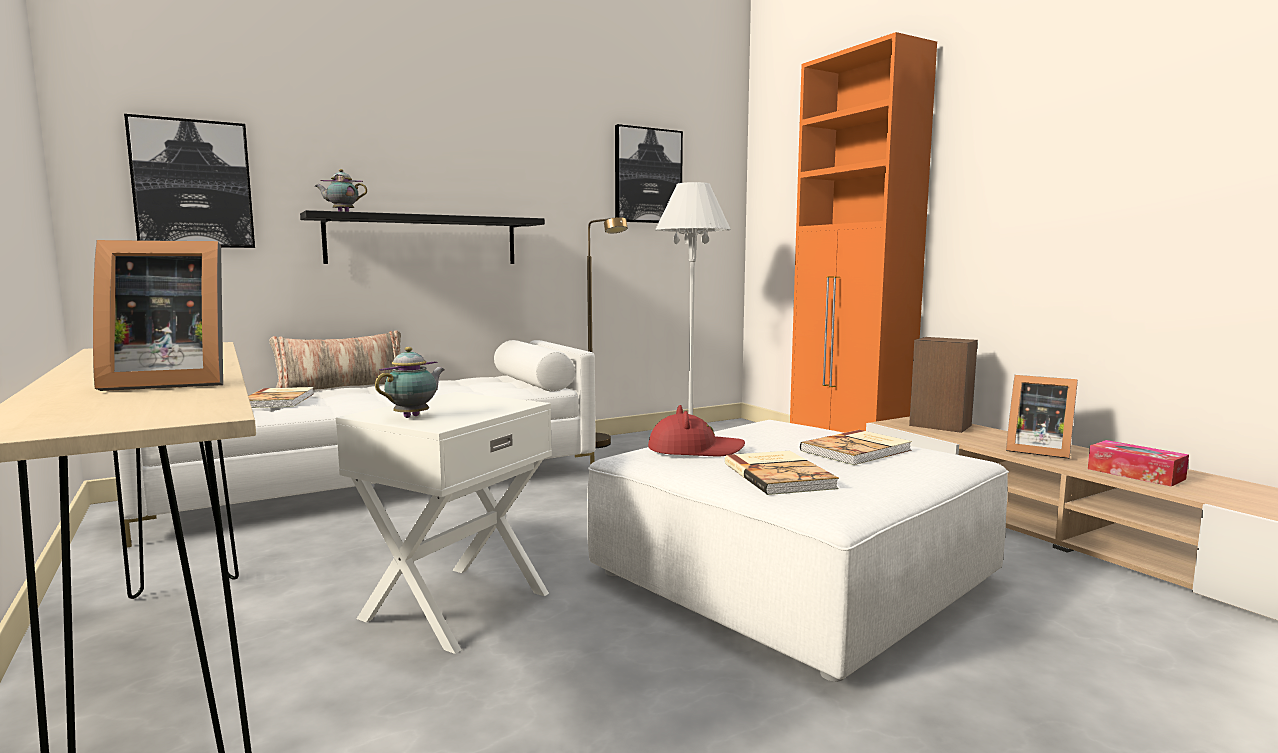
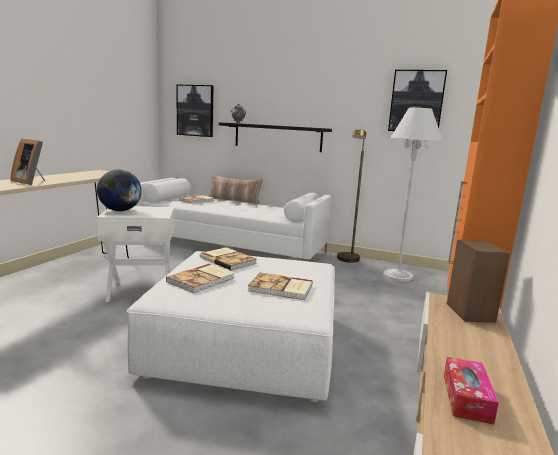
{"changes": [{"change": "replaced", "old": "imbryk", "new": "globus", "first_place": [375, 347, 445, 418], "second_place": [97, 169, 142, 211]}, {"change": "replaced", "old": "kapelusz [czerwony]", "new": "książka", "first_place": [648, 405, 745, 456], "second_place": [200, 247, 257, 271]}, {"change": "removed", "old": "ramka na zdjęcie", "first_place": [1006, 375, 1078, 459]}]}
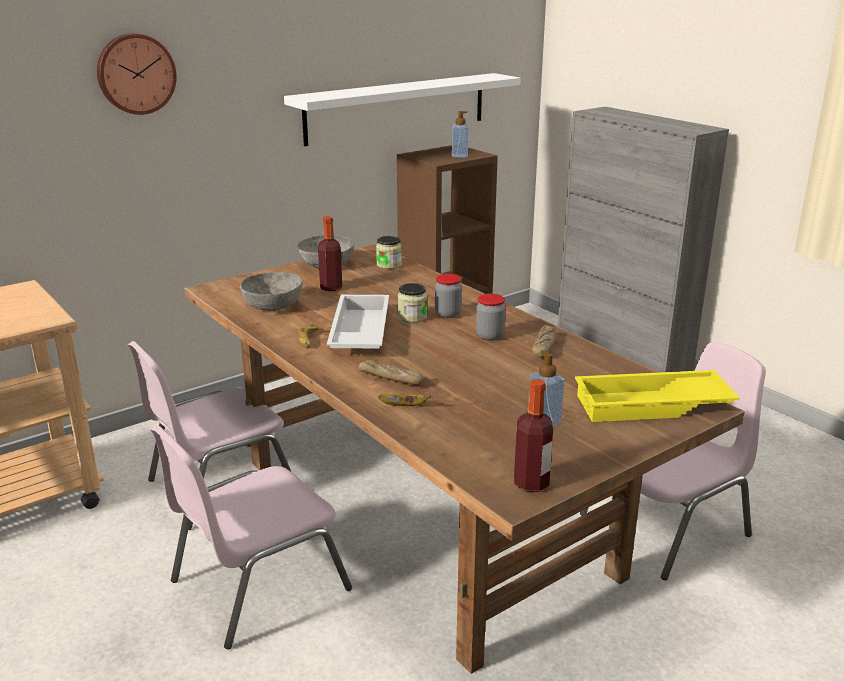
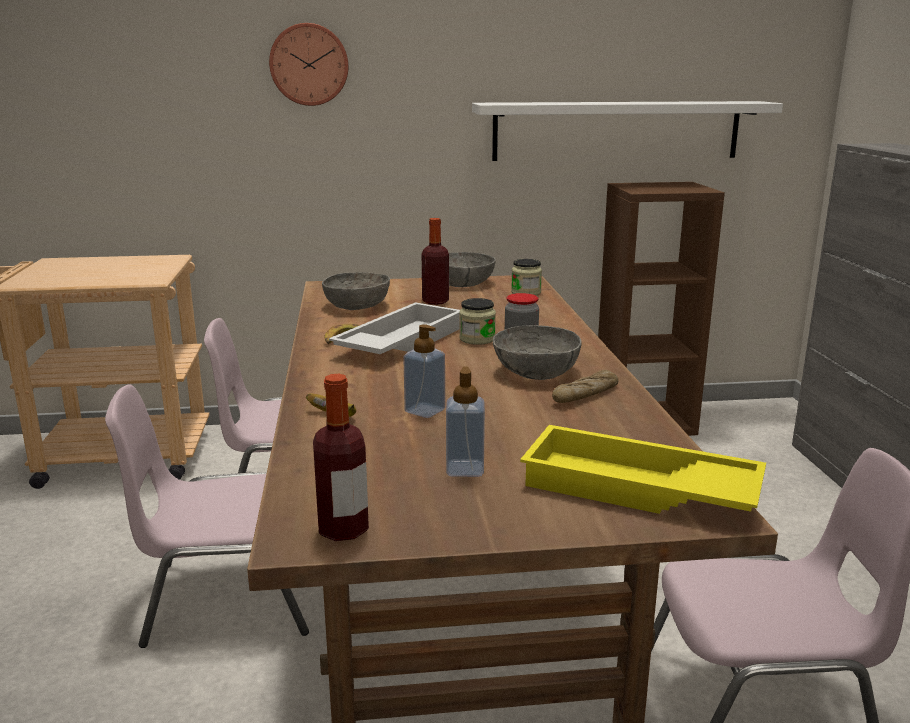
{"changes": [{"change": "removed", "old": "chleb", "first_place": [358, 360, 424, 385]}, {"change": "moved", "old": "dozownik mydła", "first_place": [452, 111, 469, 158], "second_place": [403, 324, 445, 418]}, {"change": "replaced", "old": "słoik", "new": "miska [szary]", "first_place": [476, 294, 506, 341], "second_place": [493, 325, 582, 380]}]}
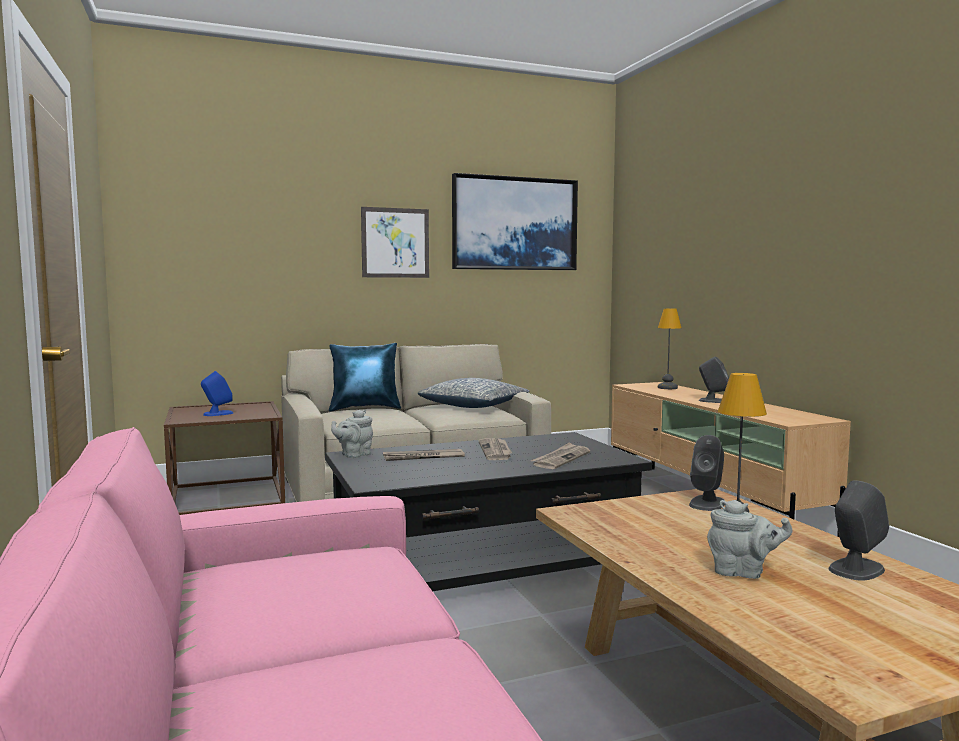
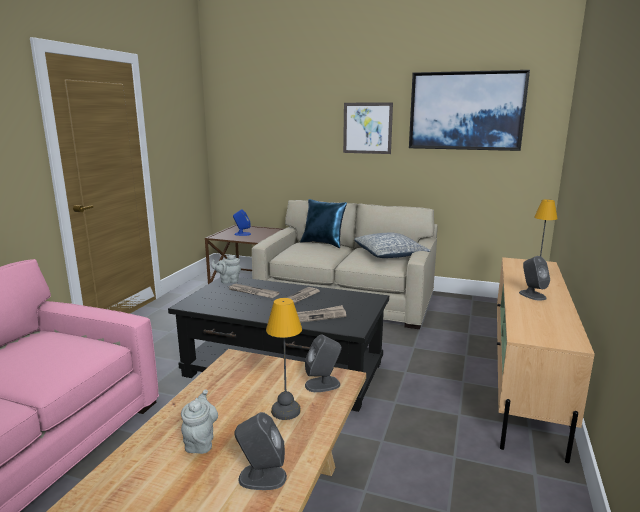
{"changes": [{"change": "turned", "old": "imbryk [szary]", "first_place": [707, 500, 793, 579], "second_place": [181, 389, 218, 454], "degrees": -150}]}
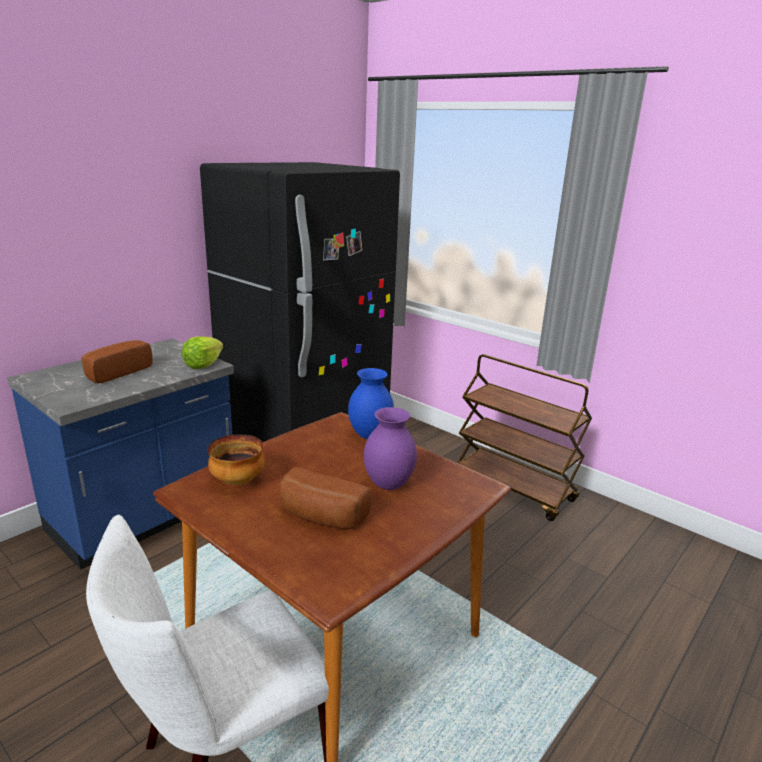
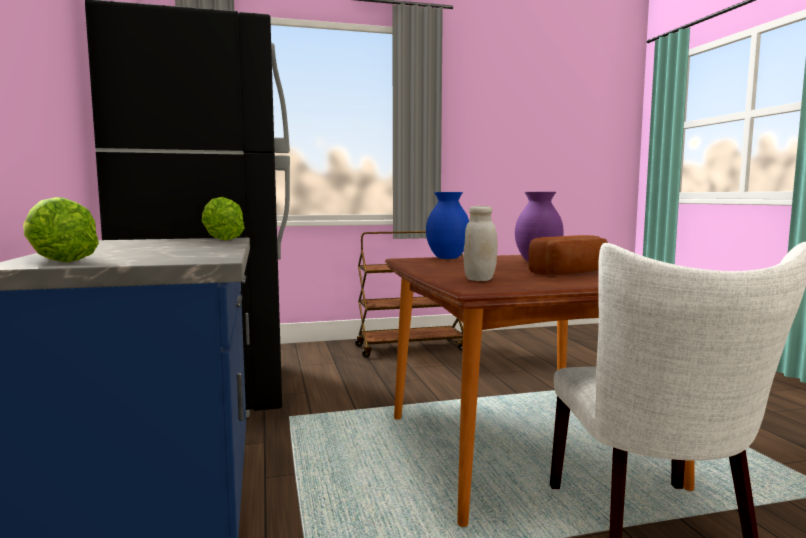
{"changes": [{"change": "removed", "old": "chleb", "first_place": [82, 340, 153, 383]}, {"change": "replaced", "old": "miska", "new": "słoik [biały]", "first_place": [208, 434, 265, 485], "second_place": [464, 206, 498, 281]}, {"change": "added", "new": "sałata", "second_place": [23, 197, 99, 262]}]}
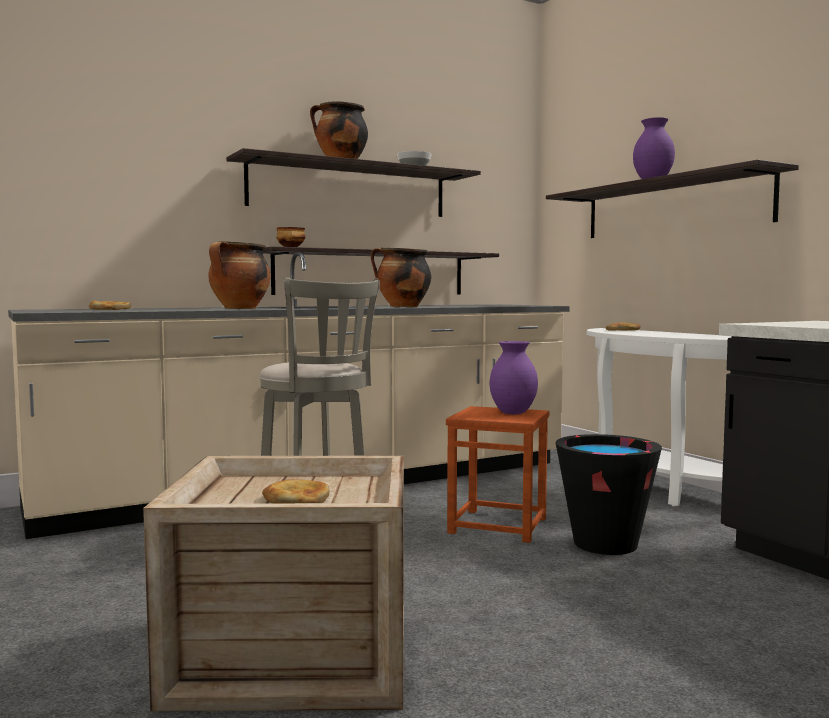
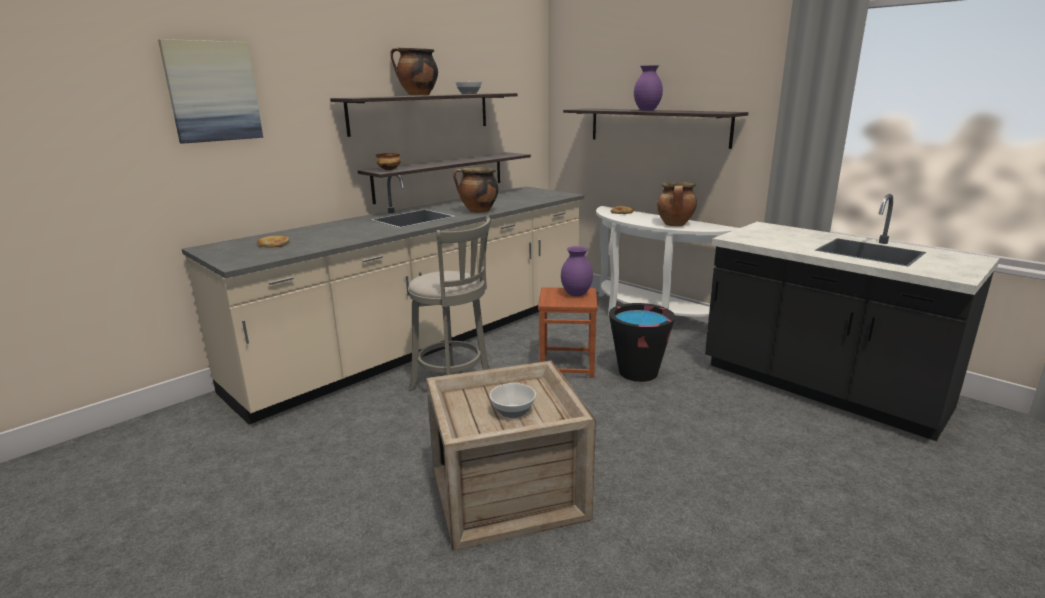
{"changes": [{"change": "moved", "old": "garnek", "first_place": [208, 241, 270, 309], "second_place": [657, 182, 697, 226]}, {"change": "replaced", "old": "chleb", "new": "miska", "first_place": [262, 479, 329, 503], "second_place": [489, 383, 536, 418]}, {"change": "added", "new": "obraz", "second_place": [158, 39, 263, 144]}]}
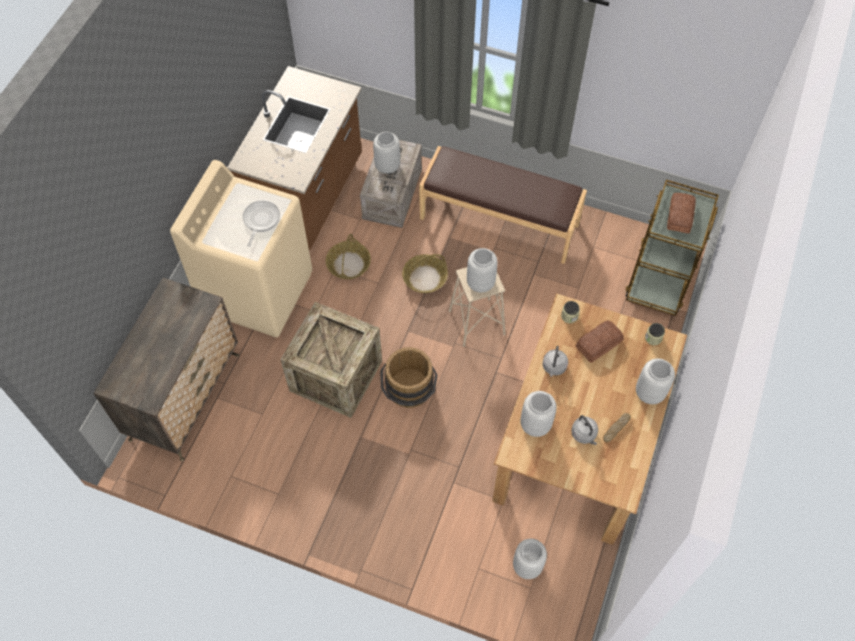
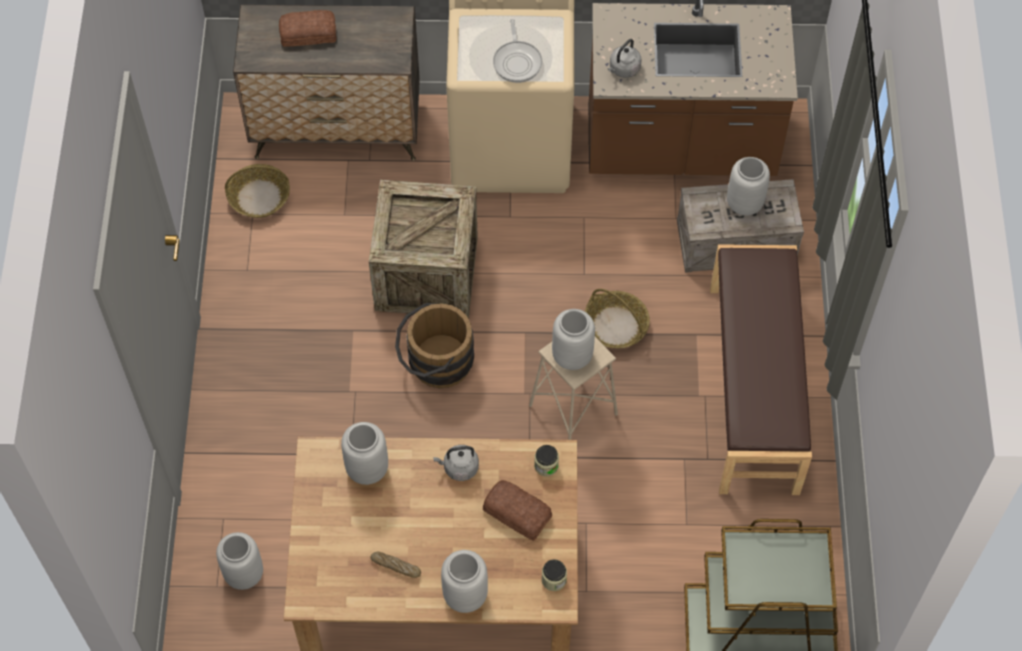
{"changes": [{"change": "turned", "old": "patelnia", "first_place": [243, 200, 280, 247], "second_place": [493, 19, 542, 83], "degrees": 90}, {"change": "moved", "old": "koszyk", "first_place": [326, 234, 371, 279], "second_place": [225, 164, 290, 218]}, {"change": "moved", "old": "czajnik [szary]", "first_place": [571, 415, 598, 445], "second_place": [608, 39, 642, 78]}, {"change": "moved", "old": "chleb", "first_place": [667, 193, 696, 233], "second_place": [279, 10, 337, 47]}]}
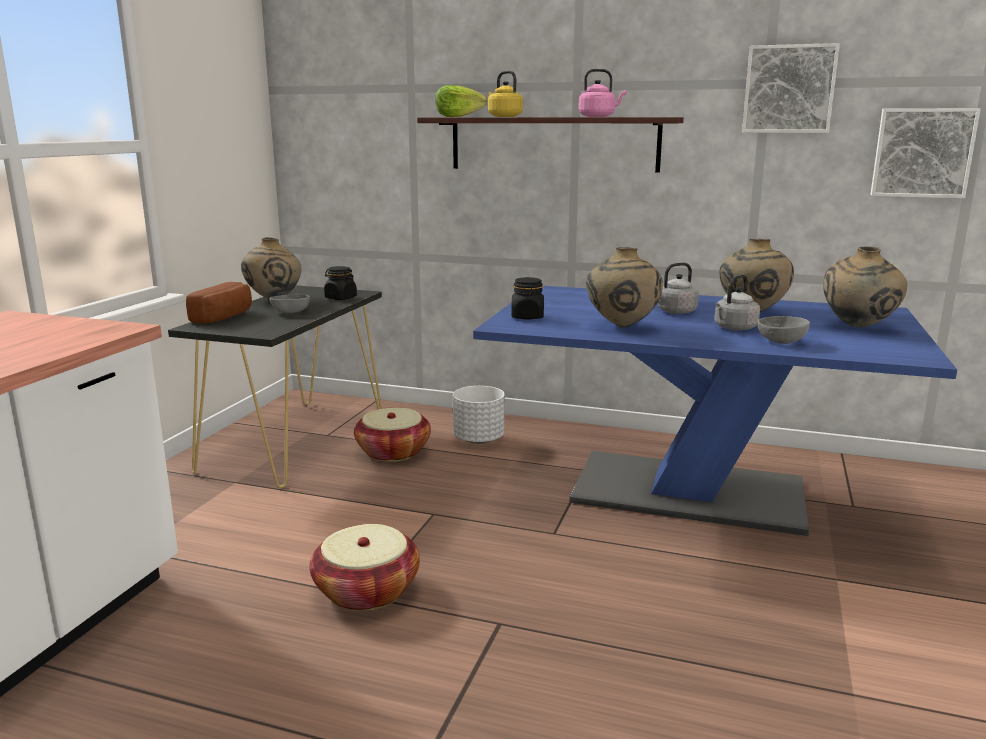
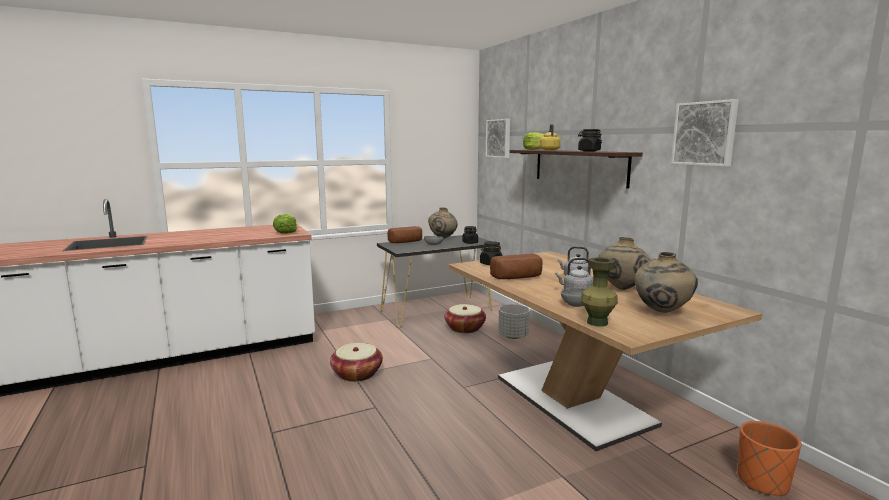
{"changes": [{"change": "recoloured", "old": "stół jadalny [niebieski]", "new": "stół jadalny [brązowy]", "first_place": [473, 286, 957, 536], "second_place": [449, 251, 762, 451]}, {"change": "replaced", "old": "czajnik [różowy]", "new": "słoik [czarny]", "first_place": [579, 69, 627, 117], "second_place": [578, 129, 602, 151]}, {"change": "replaced", "old": "wazon [beżowy]", "new": "chleb", "first_place": [586, 247, 663, 328], "second_place": [490, 254, 543, 279]}, {"change": "moved", "old": "obraz", "first_place": [870, 108, 981, 198], "second_place": [486, 119, 510, 158]}, {"change": "added", "new": "sałata", "second_place": [273, 214, 297, 234]}, {"change": "added", "new": "wazon [zielony]", "second_place": [581, 257, 618, 327]}, {"change": "added", "new": "donica [pomarańczowy]", "second_place": [737, 421, 801, 496]}]}
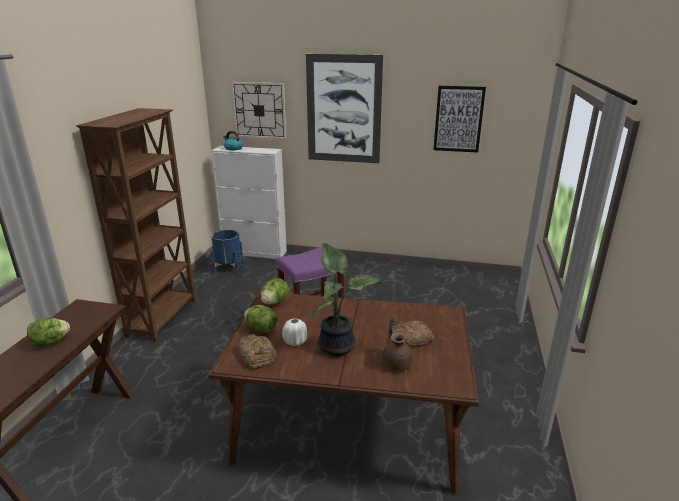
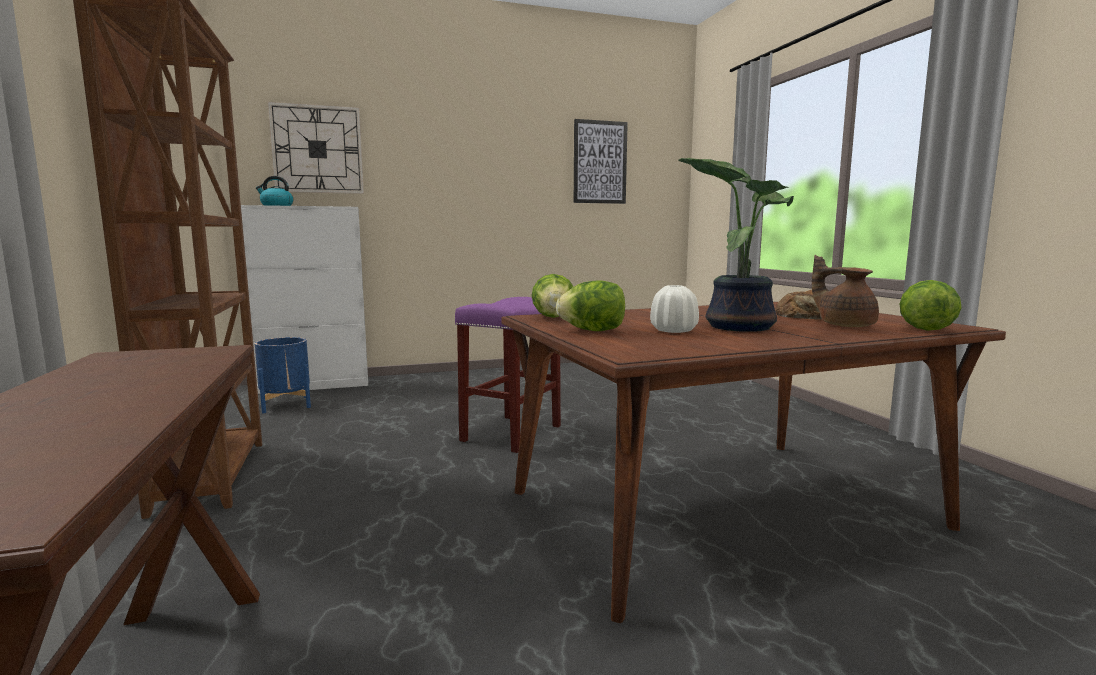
{"changes": [{"change": "moved", "old": "sałata", "first_place": [27, 318, 70, 347], "second_place": [900, 280, 961, 331]}, {"change": "removed", "old": "chleb", "first_place": [238, 334, 277, 370]}, {"change": "removed", "old": "obraz", "first_place": [306, 54, 383, 163]}]}
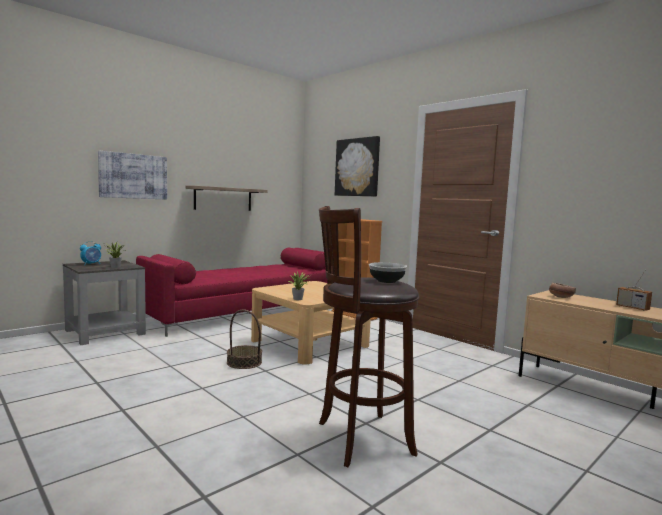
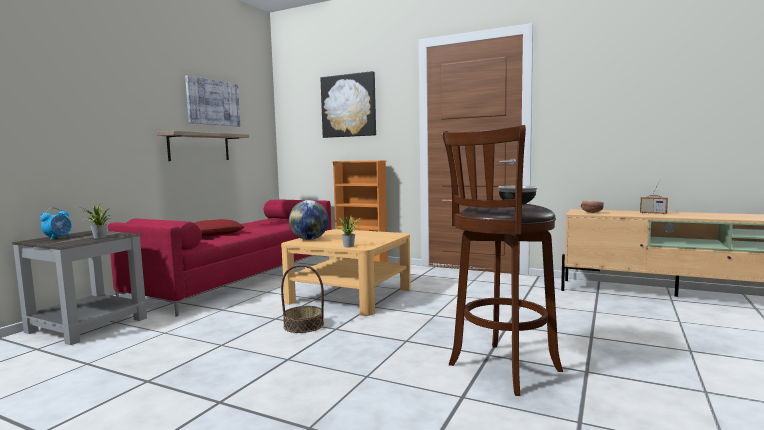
{"changes": [{"change": "moved", "old": "obraz", "first_place": [98, 151, 167, 200], "second_place": [185, 75, 240, 126]}, {"change": "added", "new": "poduszka [czerwony]", "second_place": [194, 219, 245, 237]}, {"change": "added", "new": "globus", "second_place": [289, 200, 329, 240]}]}
